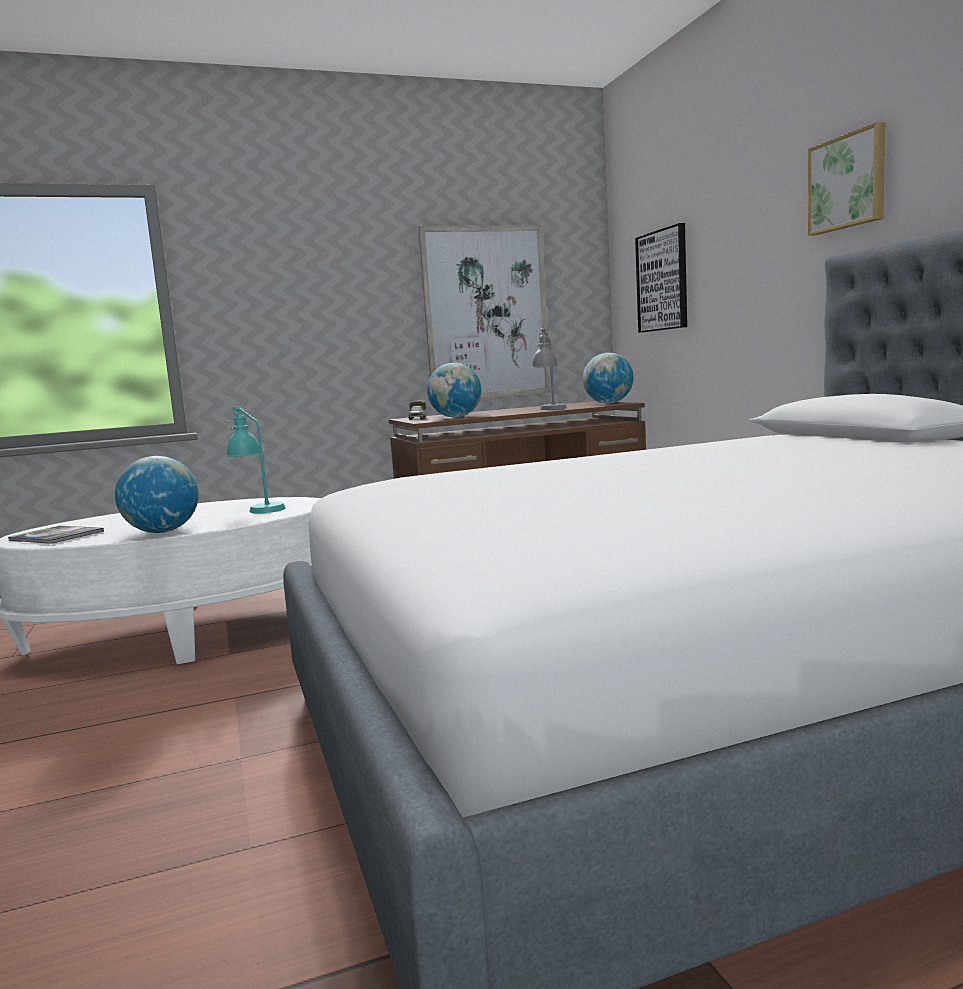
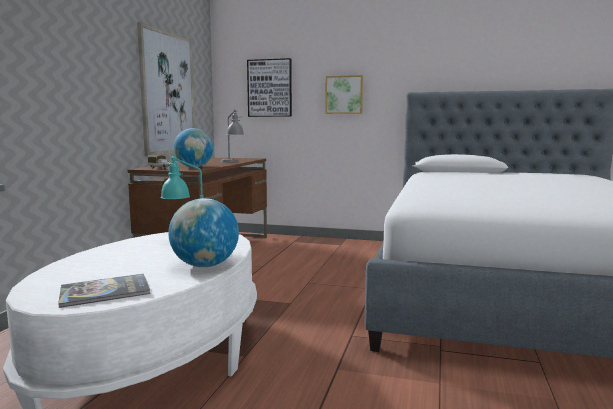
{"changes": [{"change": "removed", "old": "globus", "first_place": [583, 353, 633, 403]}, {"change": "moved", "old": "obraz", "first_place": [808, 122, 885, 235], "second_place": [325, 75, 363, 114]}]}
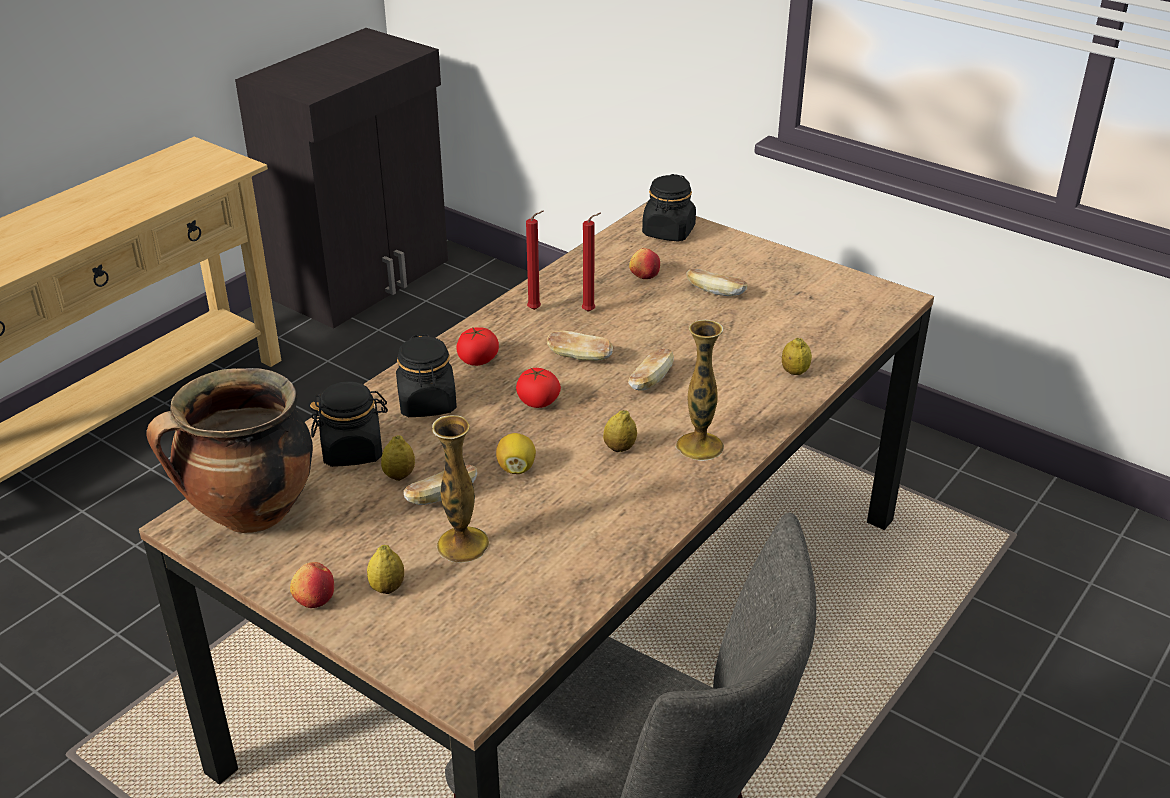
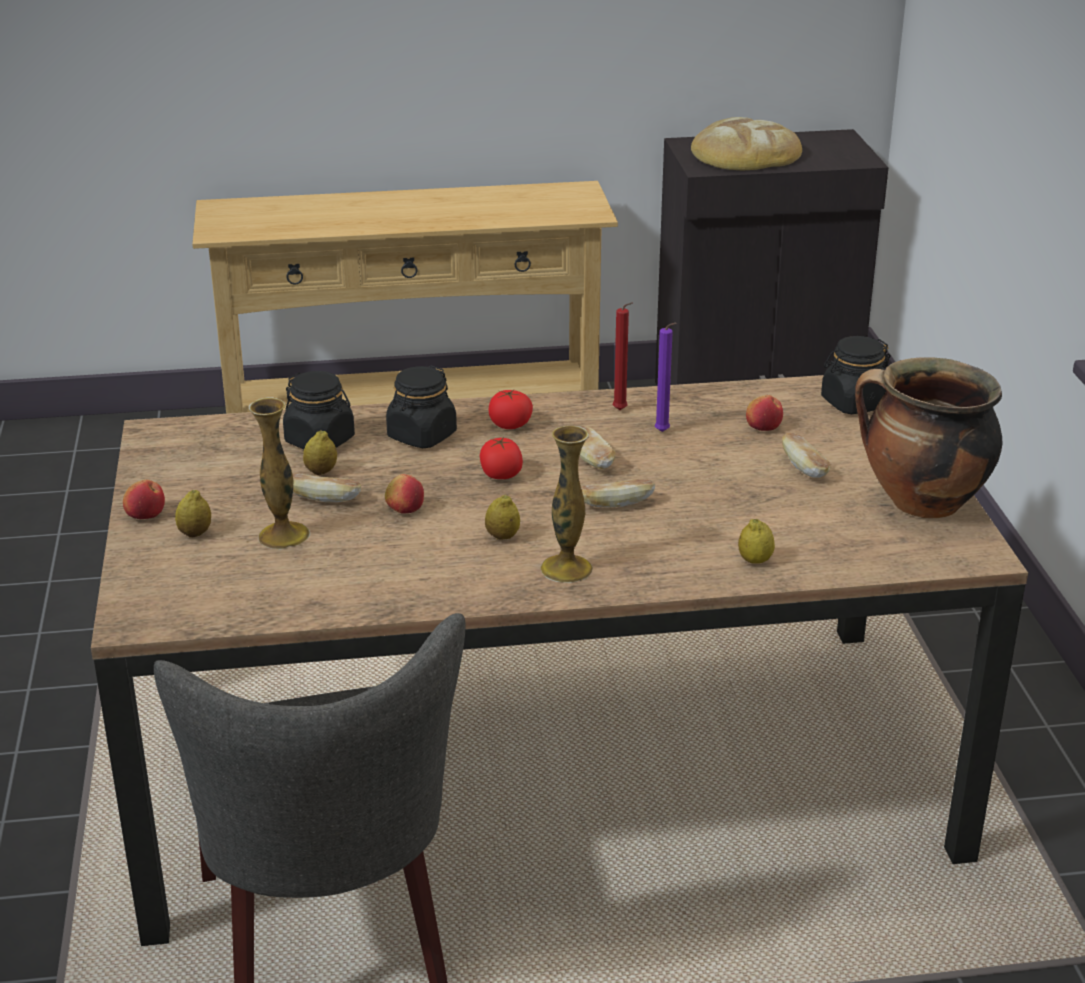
{"changes": [{"change": "moved", "old": "garnek", "first_place": [146, 368, 313, 533], "second_place": [855, 357, 1002, 518]}, {"change": "replaced", "old": "cytryna", "new": "jabłko", "first_place": [496, 433, 536, 474], "second_place": [385, 474, 424, 513]}, {"change": "recoloured", "old": "świeca [czerwony]", "new": "świeca [fioletowy]", "first_place": [582, 213, 601, 312], "second_place": [655, 322, 677, 432]}, {"change": "added", "new": "chleb", "second_place": [691, 117, 802, 170]}]}
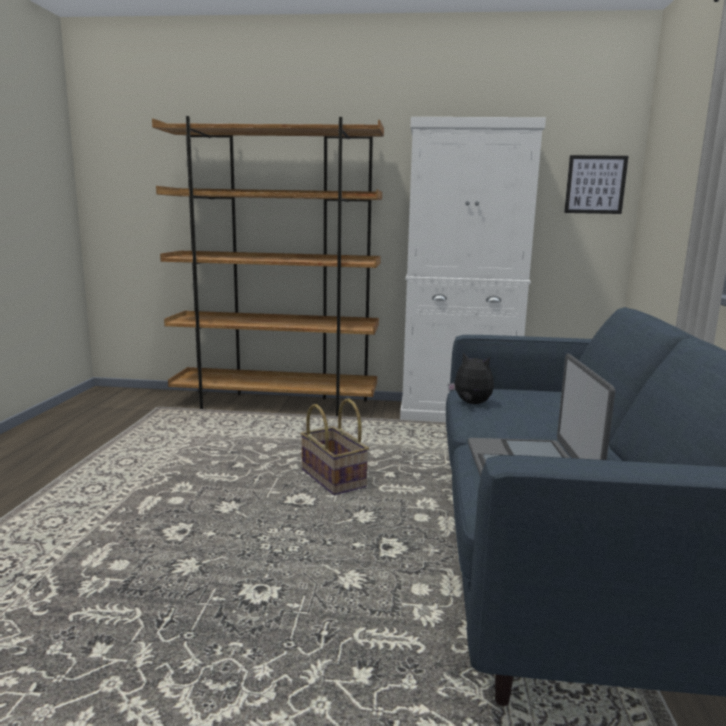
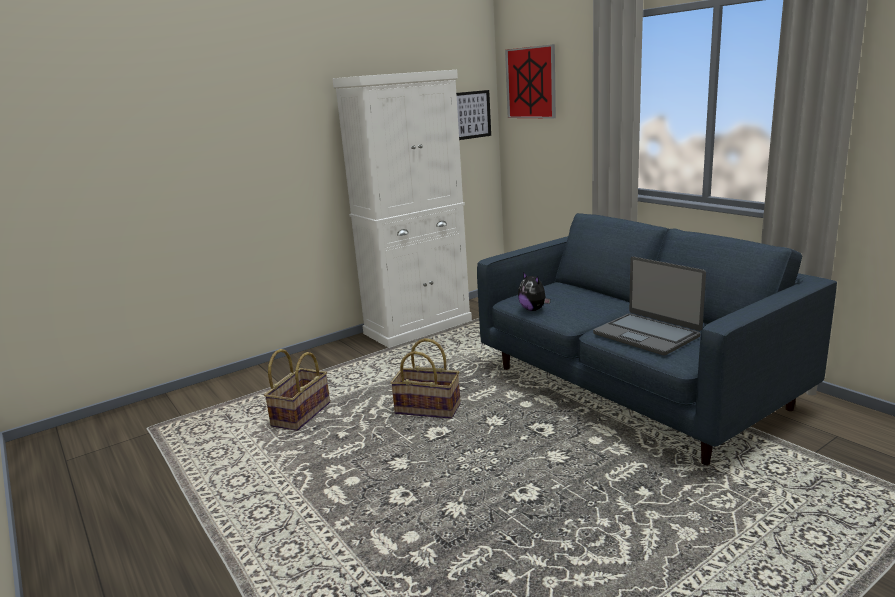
{"changes": [{"change": "removed", "old": "regał [brązowy]", "first_place": [152, 116, 384, 416]}, {"change": "turned", "old": "pluszak", "first_place": [448, 352, 494, 404], "second_place": [518, 272, 550, 311], "degrees": -120}, {"change": "added", "new": "koszyk", "second_place": [264, 349, 330, 431]}, {"change": "added", "new": "obraz", "second_place": [505, 44, 556, 119]}]}
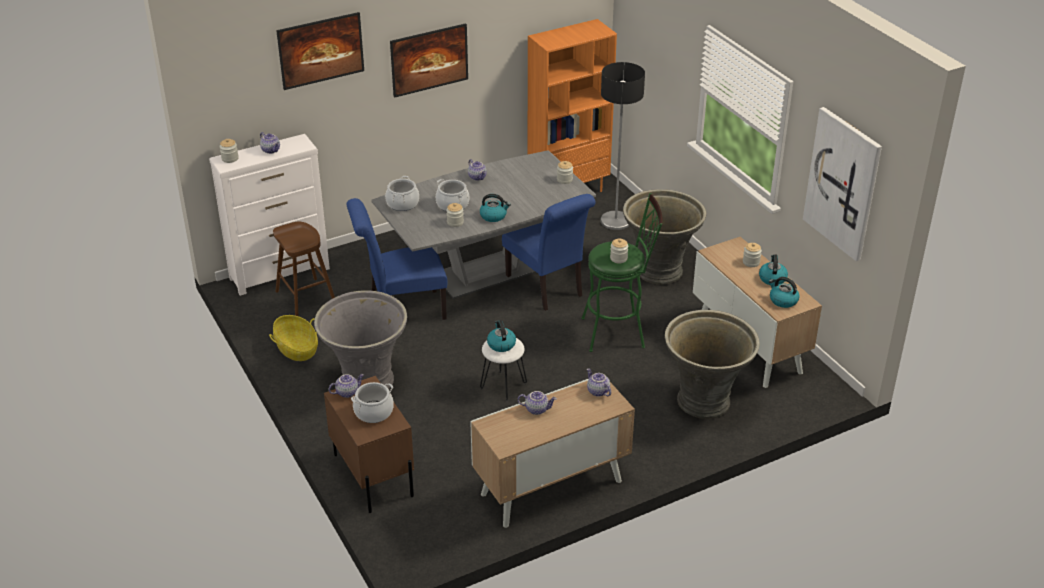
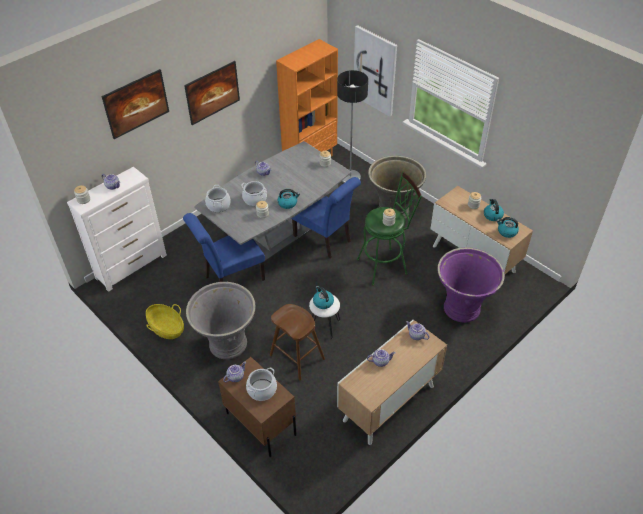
{"changes": [{"change": "moved", "old": "stołek [brązowy]", "first_place": [273, 221, 335, 316], "second_place": [270, 304, 325, 380]}, {"change": "recoloured", "old": "donica [szary]", "new": "donica [fioletowy]", "first_place": [665, 310, 760, 419], "second_place": [438, 247, 505, 323]}, {"change": "moved", "old": "obraz", "first_place": [803, 107, 882, 261], "second_place": [354, 25, 397, 117]}]}
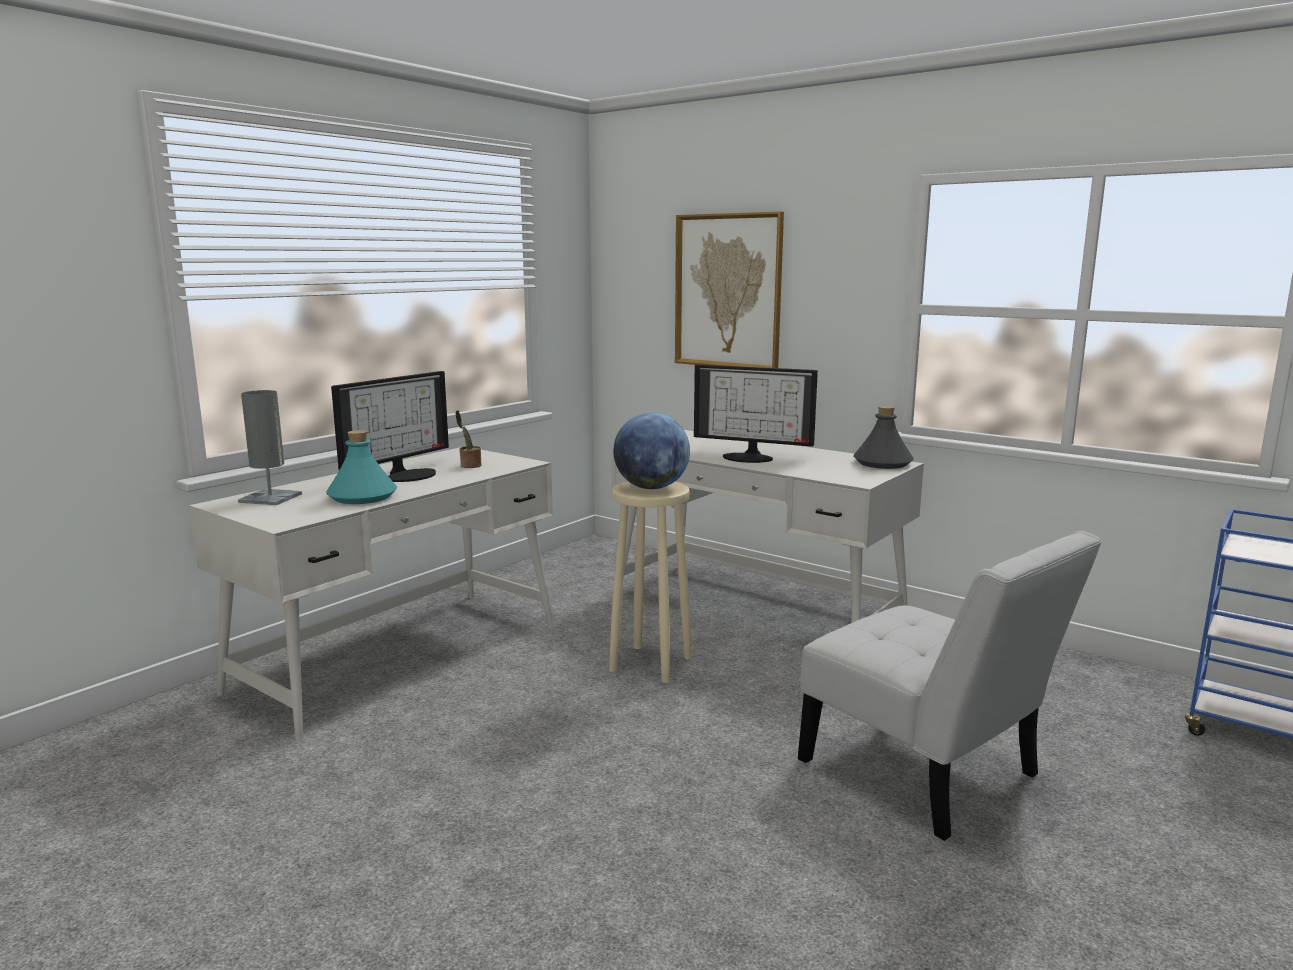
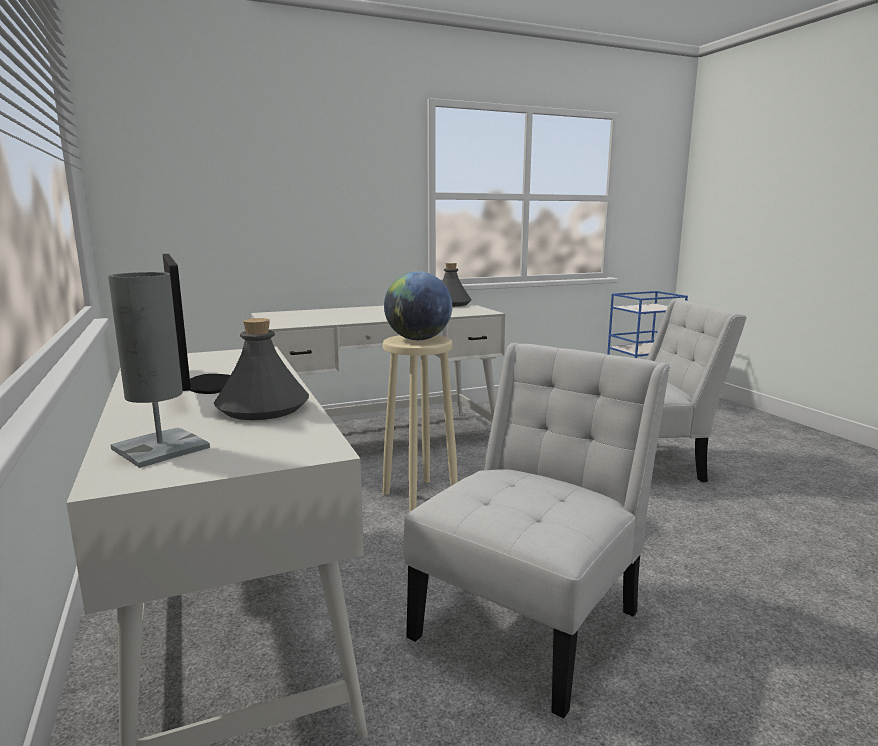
{"changes": [{"change": "recoloured", "old": "butelka [turkusowy]", "new": "butelka [szary]", "first_place": [326, 430, 397, 504], "second_place": [214, 318, 309, 420]}, {"change": "removed", "old": "roślina doniczkowa", "first_place": [456, 410, 481, 468]}, {"change": "removed", "old": "obraz", "first_place": [675, 211, 784, 368]}, {"change": "removed", "old": "monitor", "first_place": [694, 364, 818, 463]}, {"change": "added", "new": "krzesło [biały]", "second_place": [404, 343, 670, 719]}]}
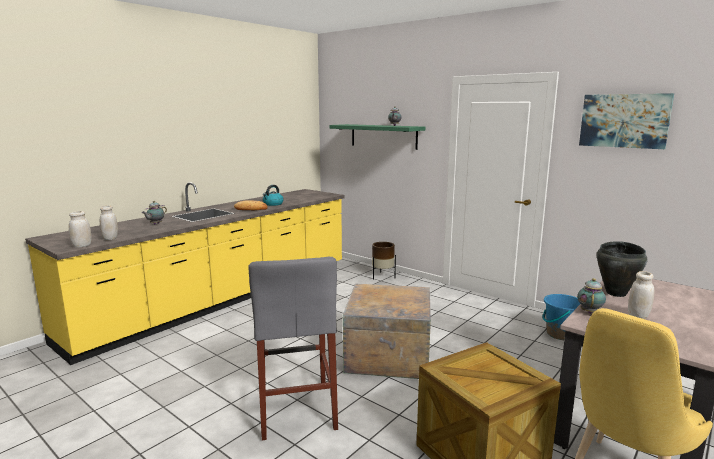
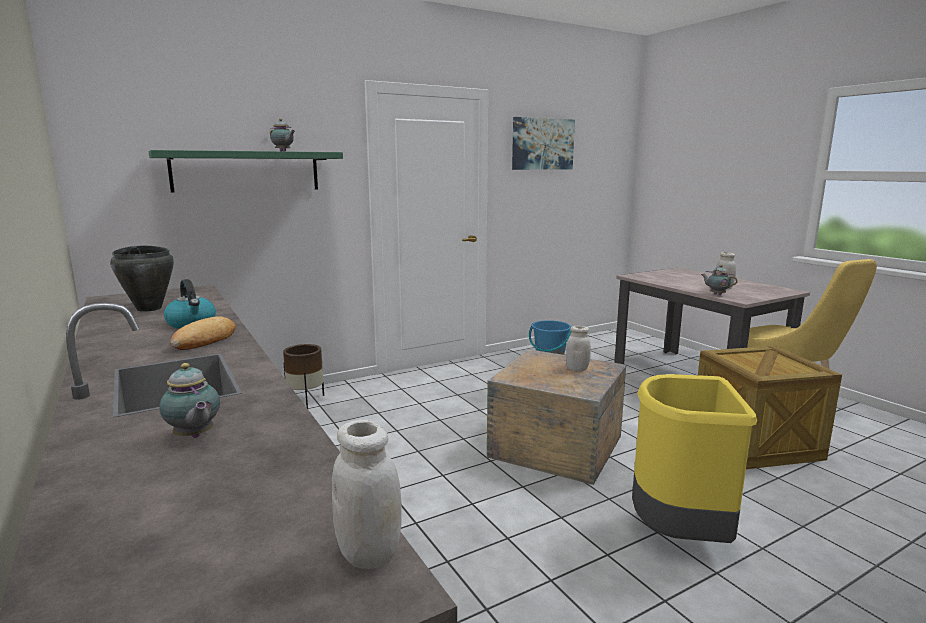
{"changes": [{"change": "moved", "old": "słoik [biały]", "first_place": [100, 205, 118, 240], "second_place": [566, 326, 591, 372]}, {"change": "replaced", "old": "stołek [szary]", "new": "kosz na śmieci [żółty]", "first_place": [248, 257, 338, 440], "second_place": [632, 374, 757, 543]}, {"change": "moved", "old": "garnek [czarny]", "first_place": [597, 241, 648, 297], "second_place": [110, 246, 174, 312]}]}
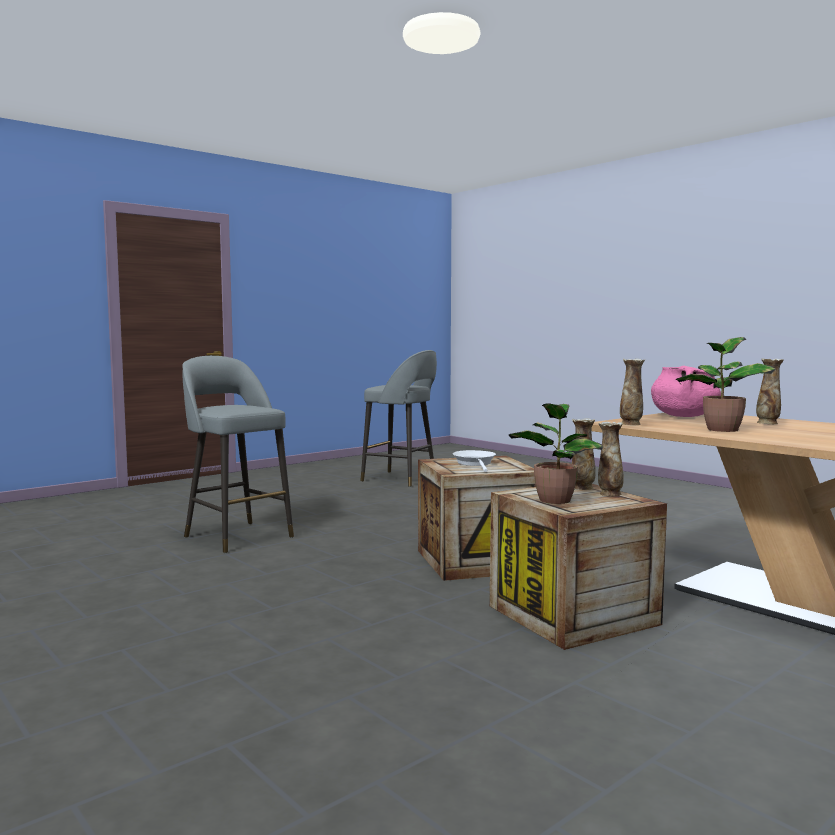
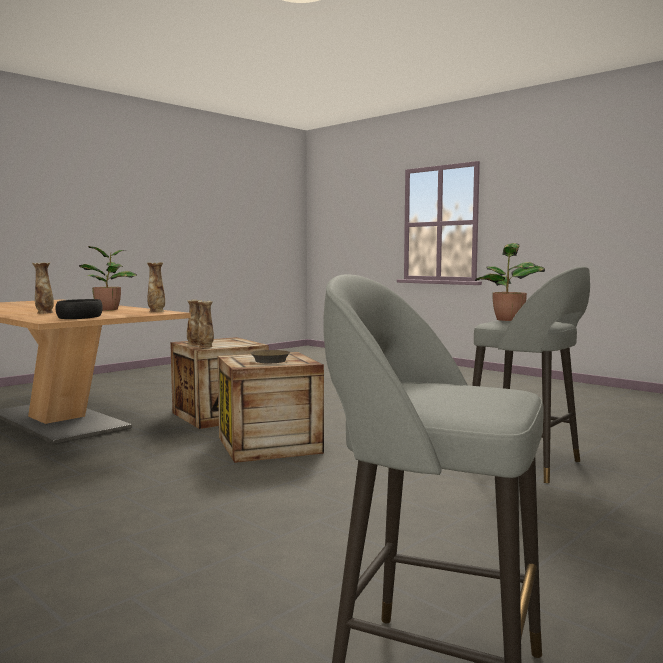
{"changes": [{"change": "recoloured", "old": "patelnia [biały]", "new": "patelnia [brązowy]", "first_place": [453, 450, 496, 472], "second_place": [251, 350, 290, 363]}, {"change": "moved", "old": "roślina doniczkowa", "first_place": [509, 404, 603, 504], "second_place": [475, 243, 545, 321]}, {"change": "replaced", "old": "garnek [różowy]", "new": "miska [czarny]", "first_place": [651, 366, 721, 417], "second_place": [56, 299, 103, 319]}]}
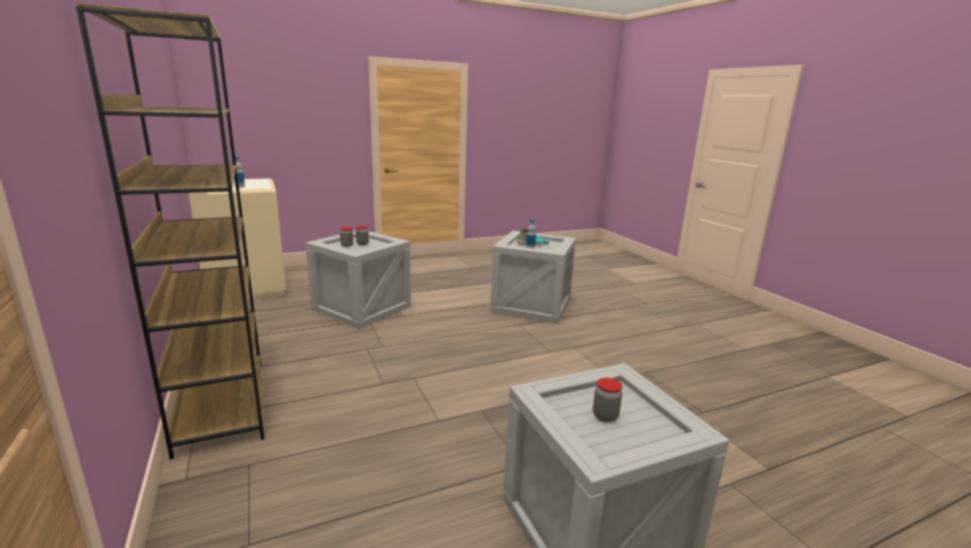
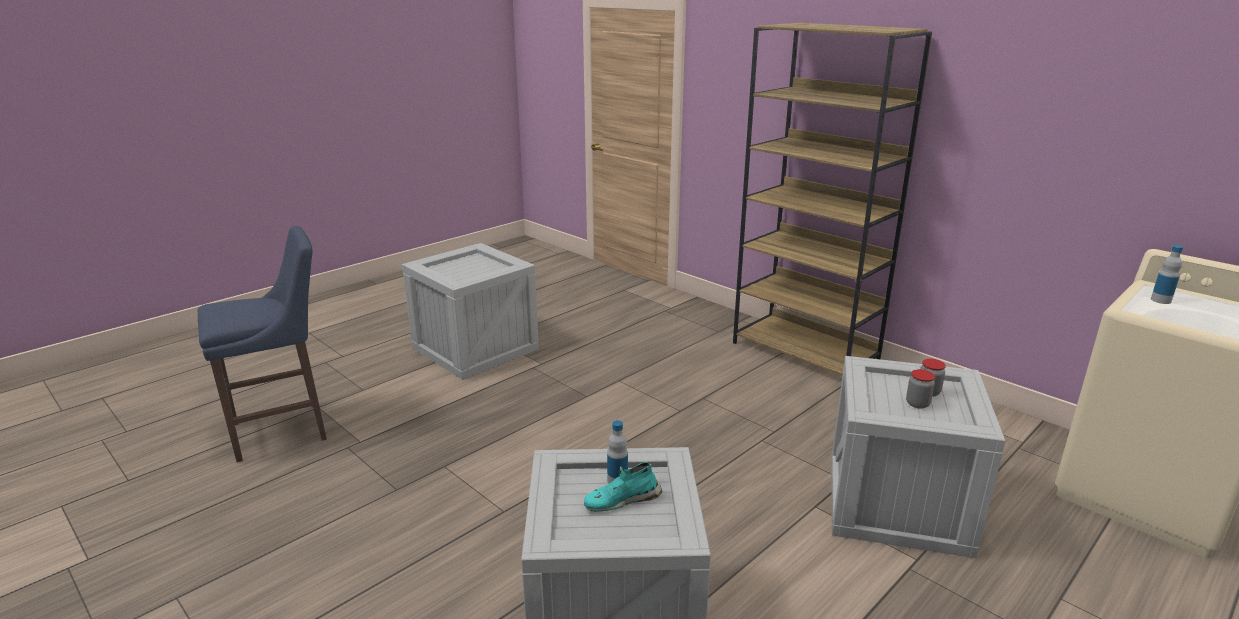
{"changes": [{"change": "removed", "old": "słoik", "first_place": [593, 378, 622, 422]}, {"change": "added", "new": "stołek [niebieski]", "second_place": [198, 226, 327, 462]}]}
